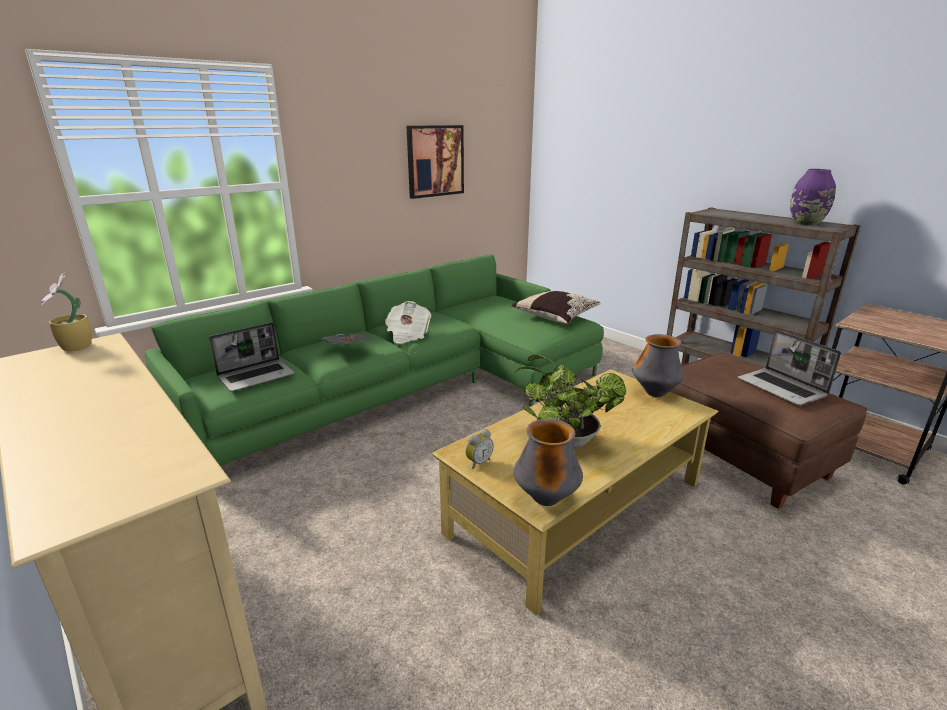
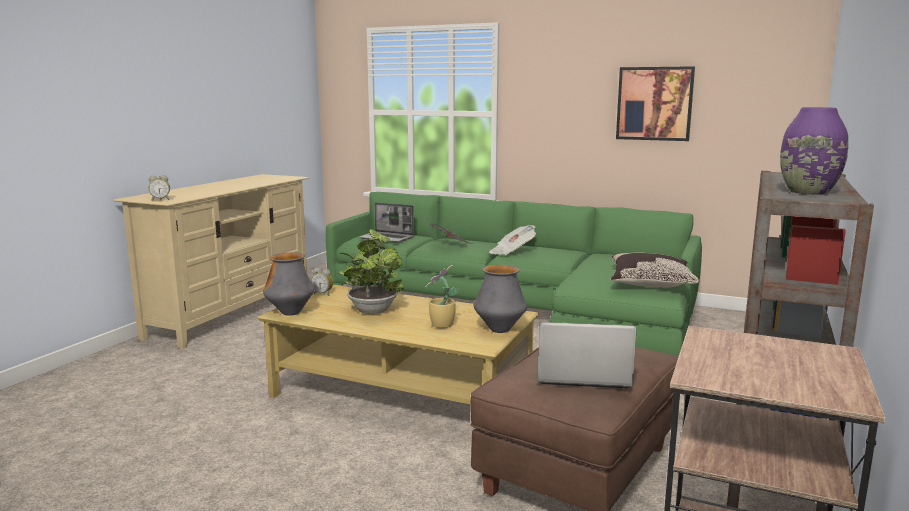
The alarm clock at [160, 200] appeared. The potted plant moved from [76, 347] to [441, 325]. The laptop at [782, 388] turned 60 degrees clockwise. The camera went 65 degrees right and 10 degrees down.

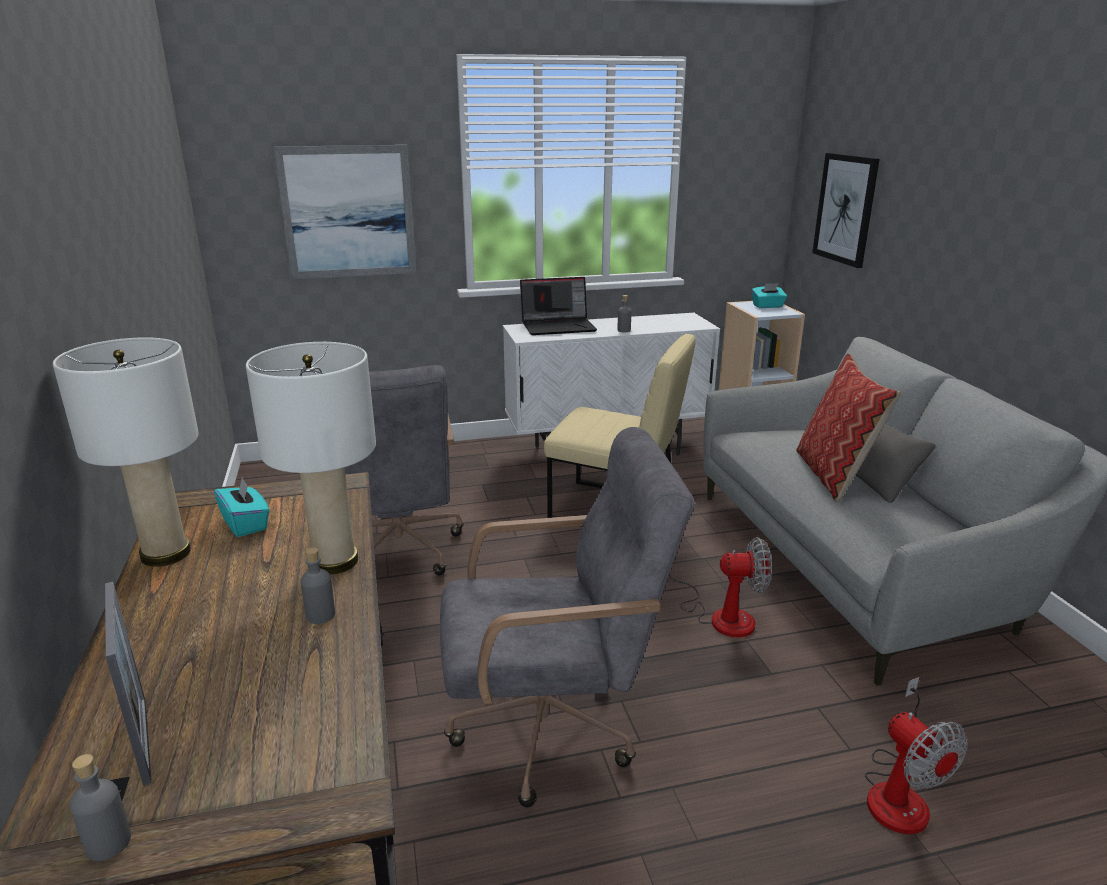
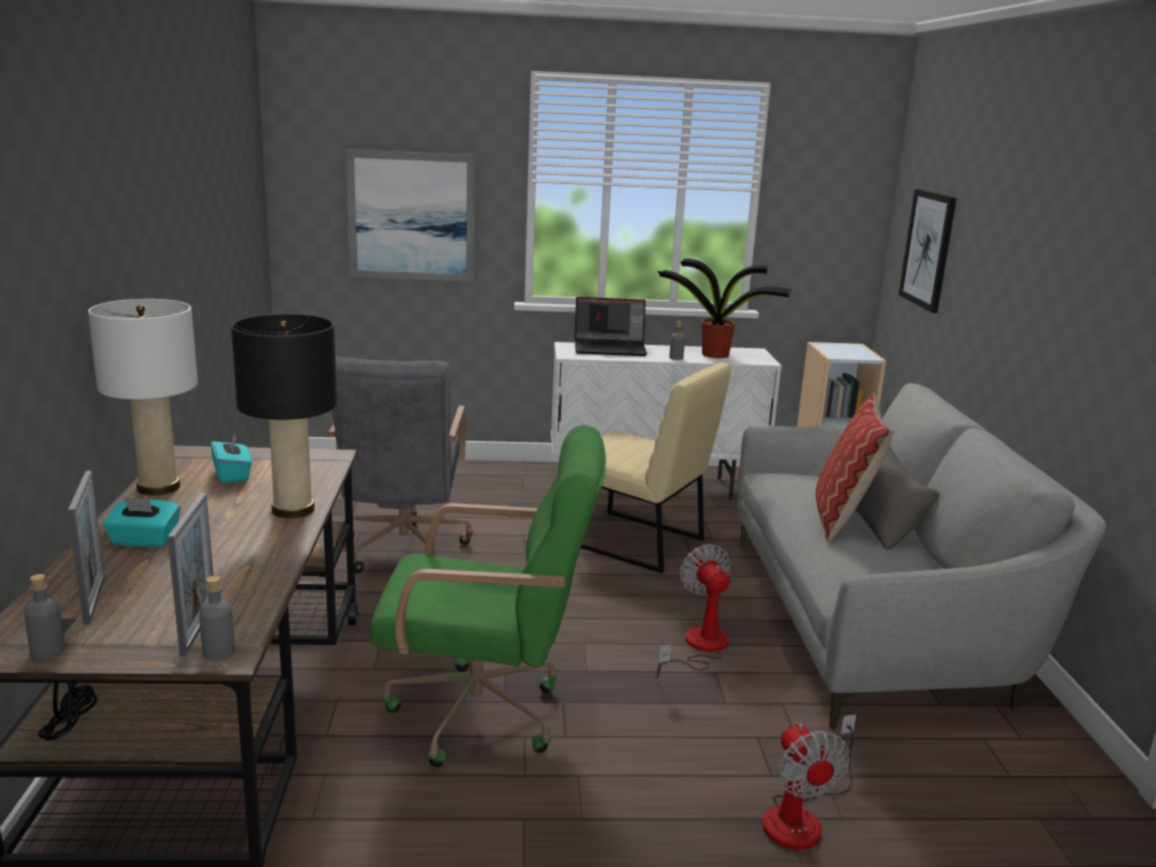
The tissue box (turquoise) moved from [767, 306] to [144, 541]. The picture frame at [198, 628] appeared. The bottle (grey) moved from [320, 615] to [218, 651]. The table lamp (white) at [334, 562] became the table lamp (black) at [293, 510]. The office chair (grey) at [554, 732] became the office chair (green) at [486, 716]. The fan at [720, 615] turned 120 degrees counterclockwise. The potted plant at [717, 355] appeared. The camera went 10 degrees right and 5 degrees down.

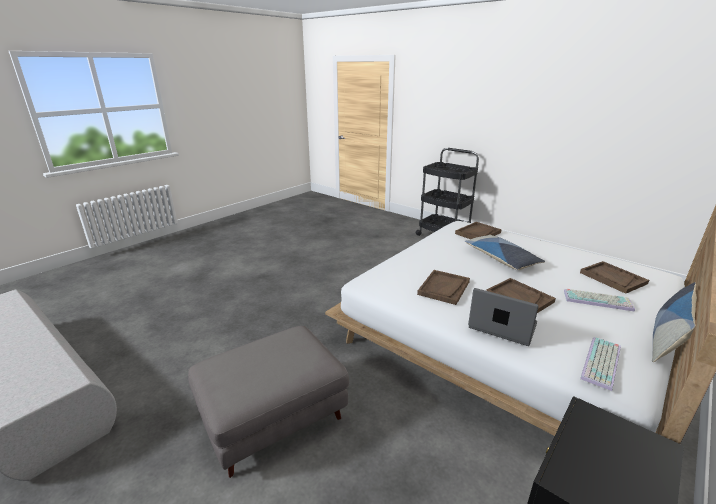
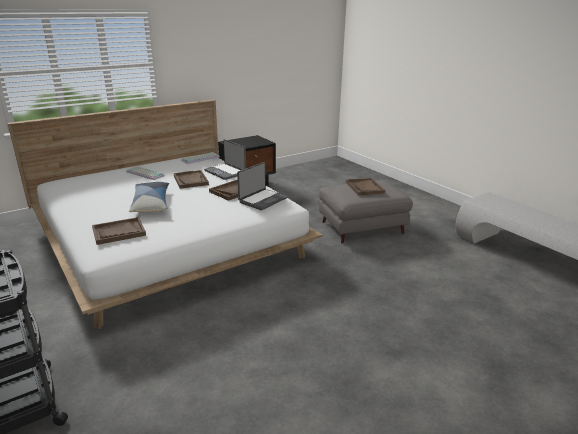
The laptop at [262, 200] appeared. The tray (brown) moved from [612, 278] to [364, 188]. The pillow at [667, 339] disappeared. The camera went 165 degrees left and 0 degrees up.

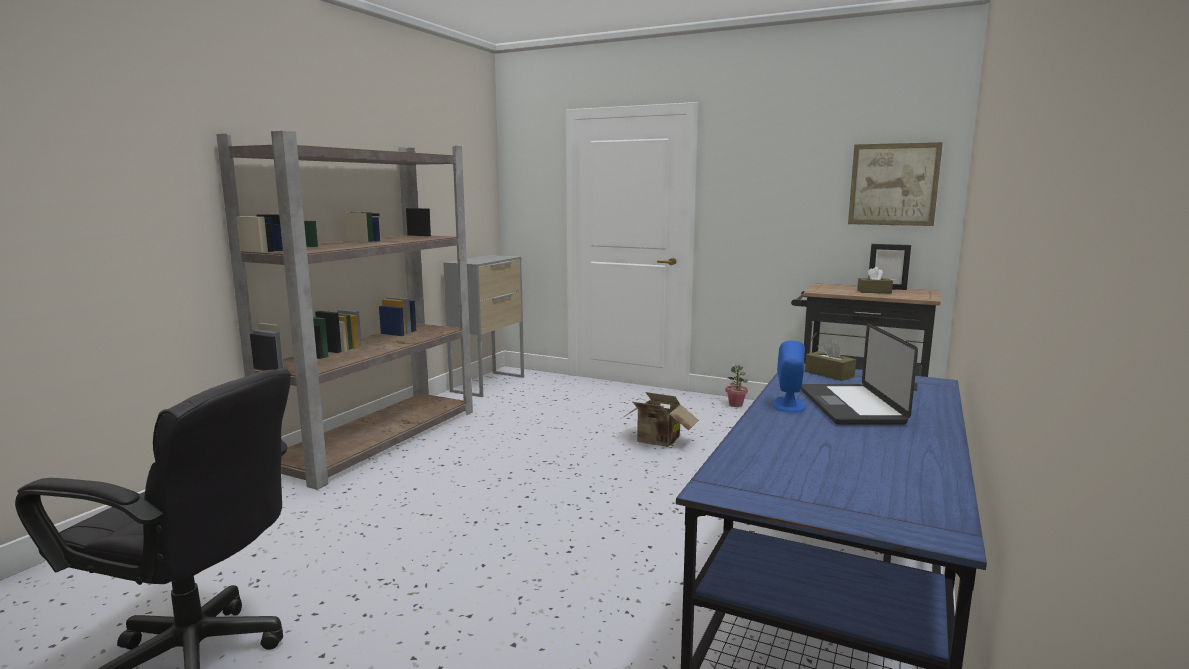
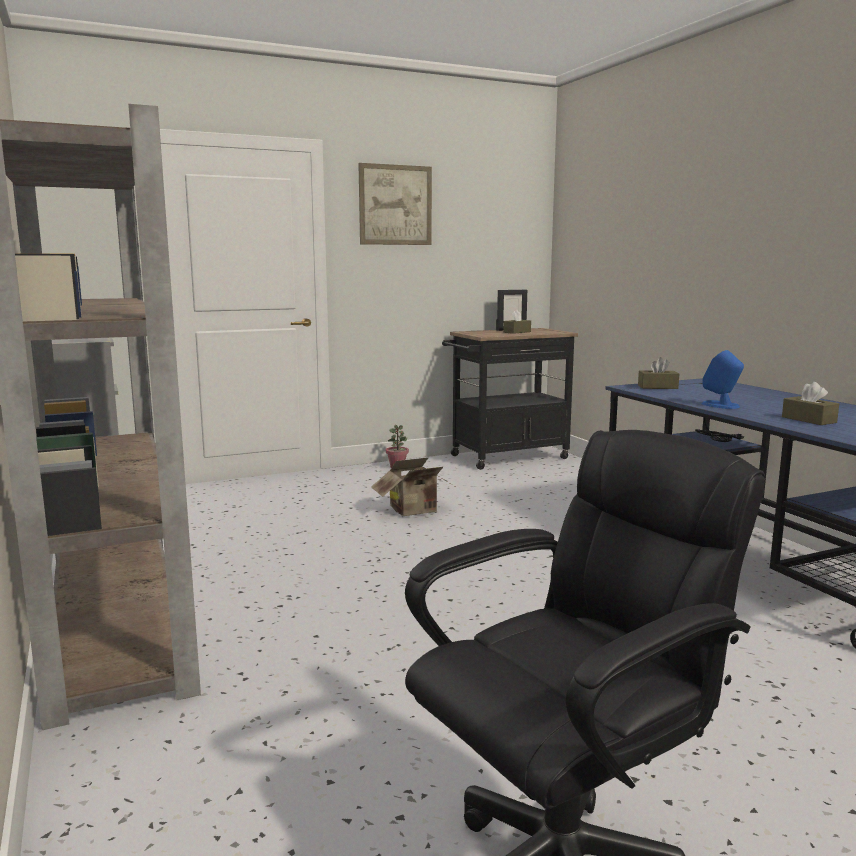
The picture moved from [893, 184] to [395, 205]. The tissue box (brown) at [808, 420] appeared. The laptop at [850, 406] disappeared. The camera went 50 degrees left and 0 degrees up.

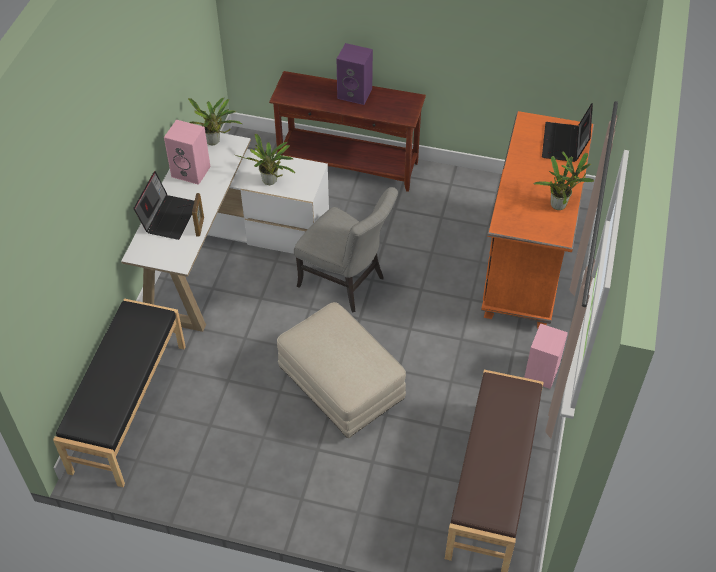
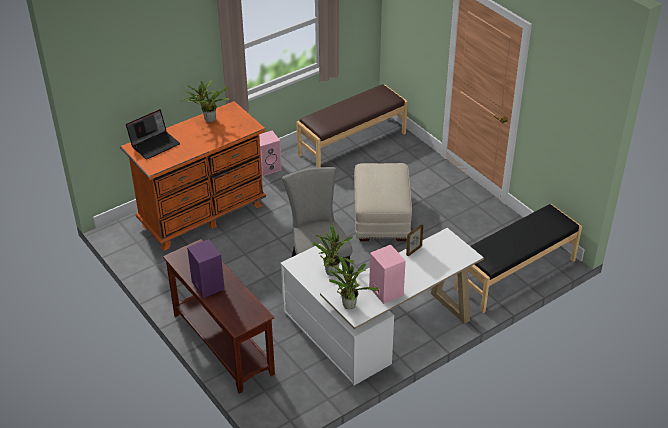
The laptop at [168, 216] disappeared. The camera went 140 degrees left and 10 degrees down.

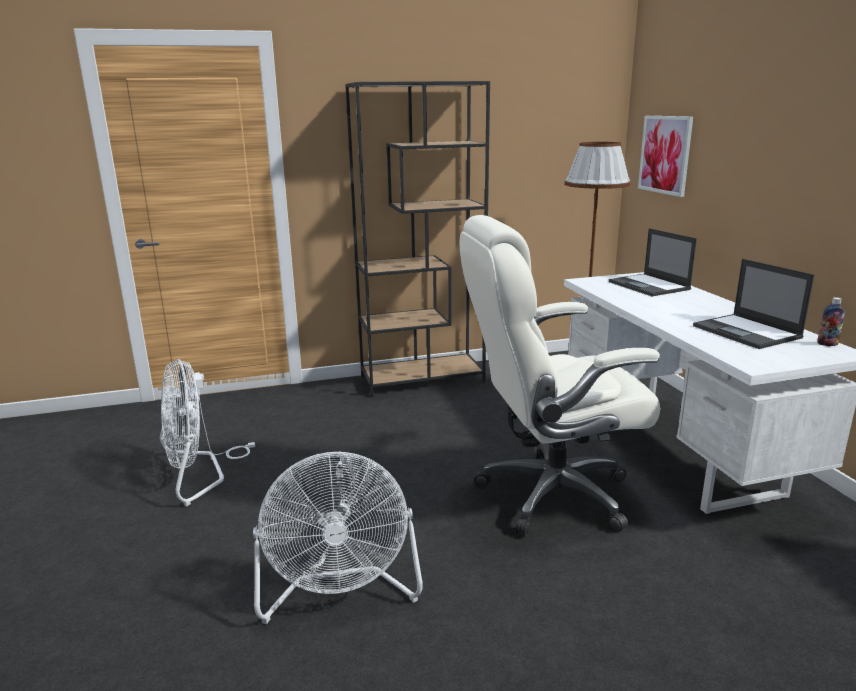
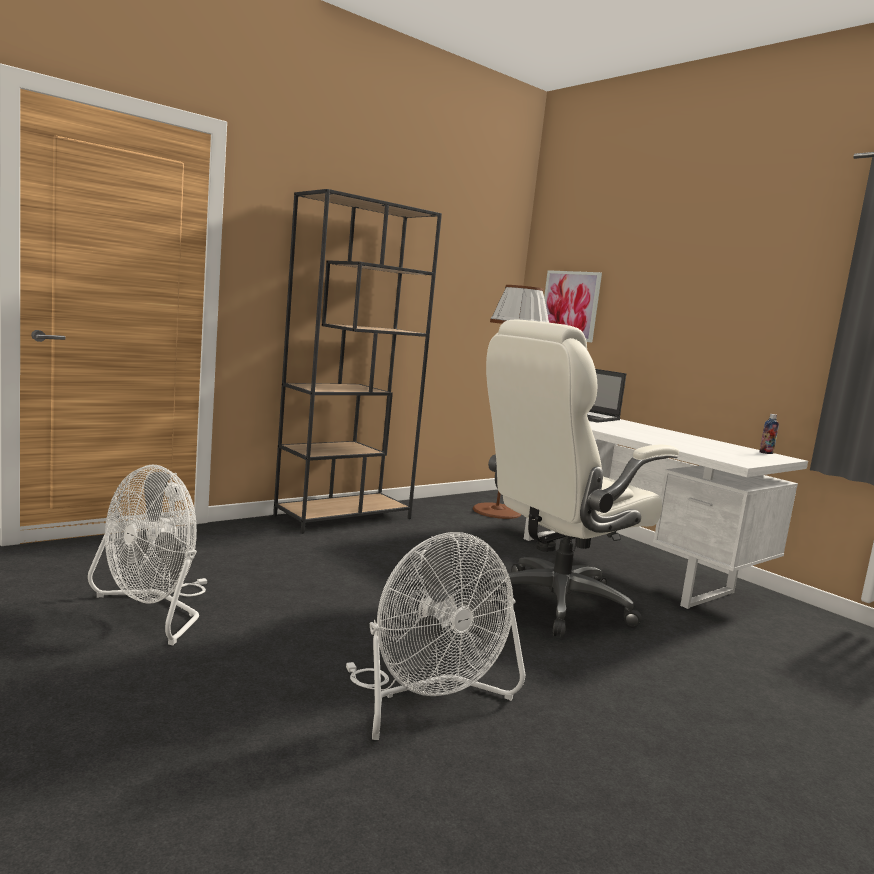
The laptop at [747, 332] disappeared. The camera went 25 degrees left and 10 degrees down.

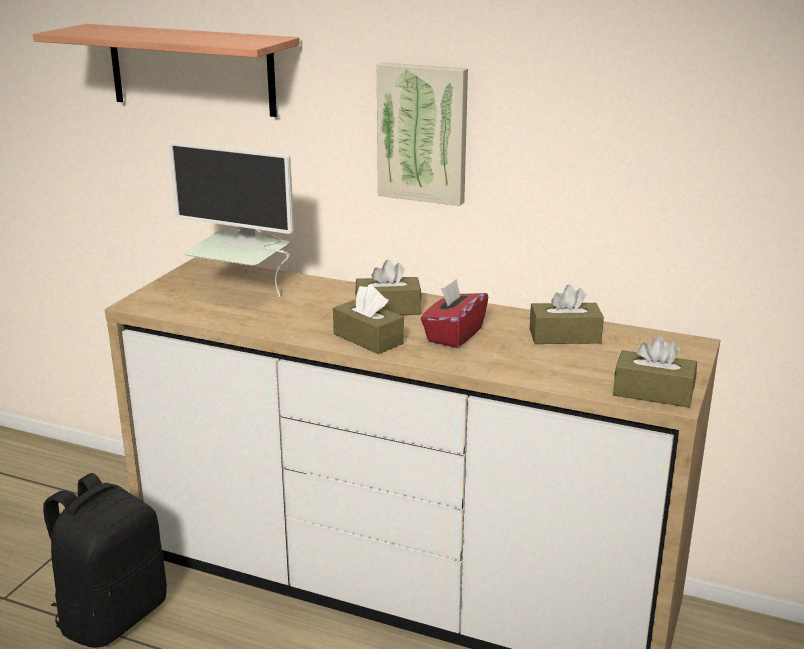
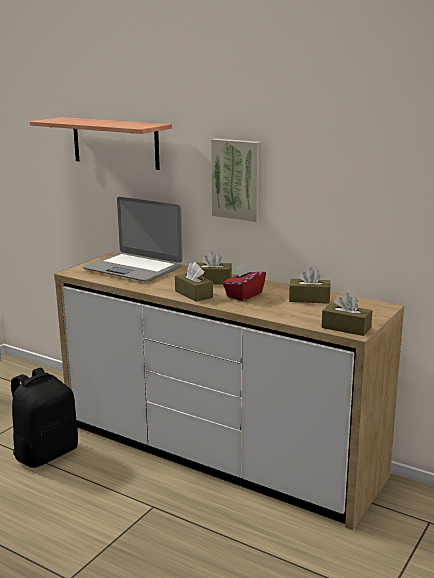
The monitor at [243, 290] was replaced by the laptop at [133, 268]. The camera went 10 degrees right and 5 degrees down.

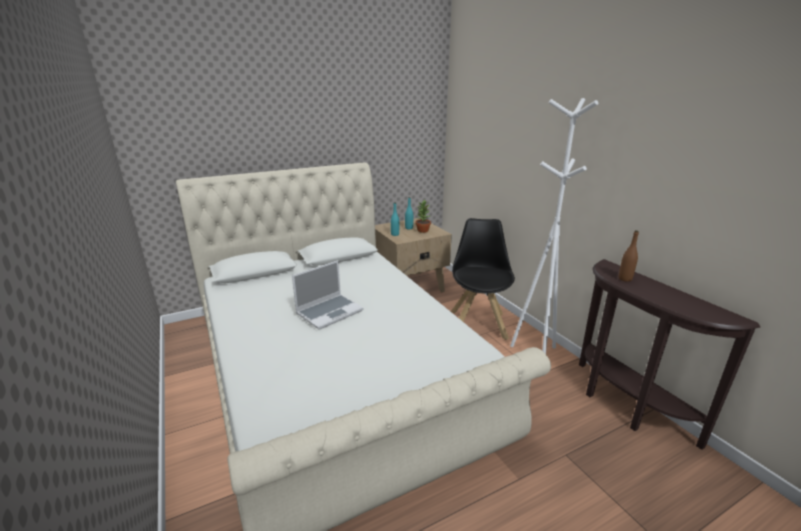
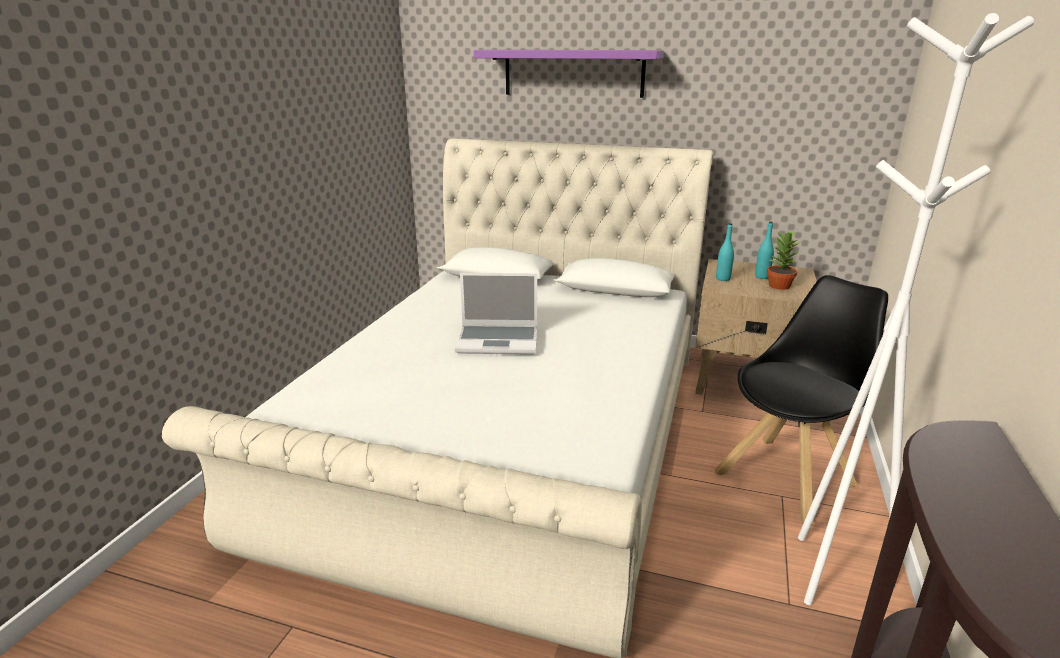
The shelf (purple) at [573, 73] appeared. The bottle (brown) at [625, 279] disappeared. The camera went 45 degrees right and 0 degrees up.

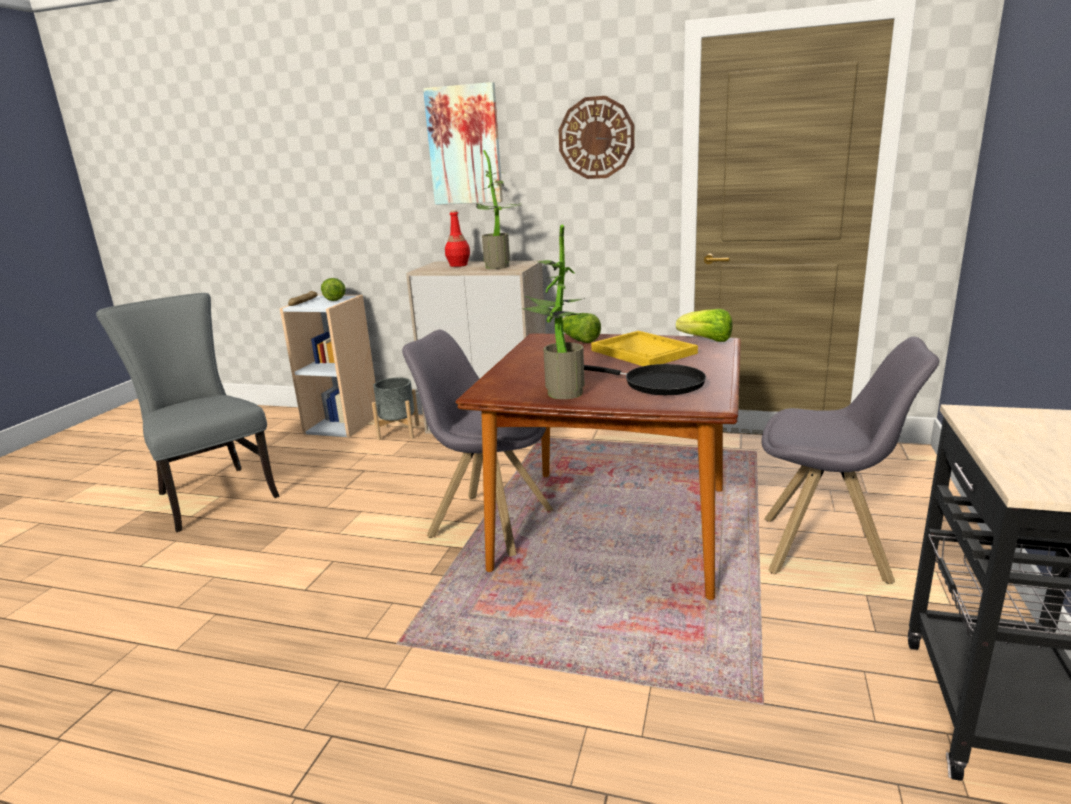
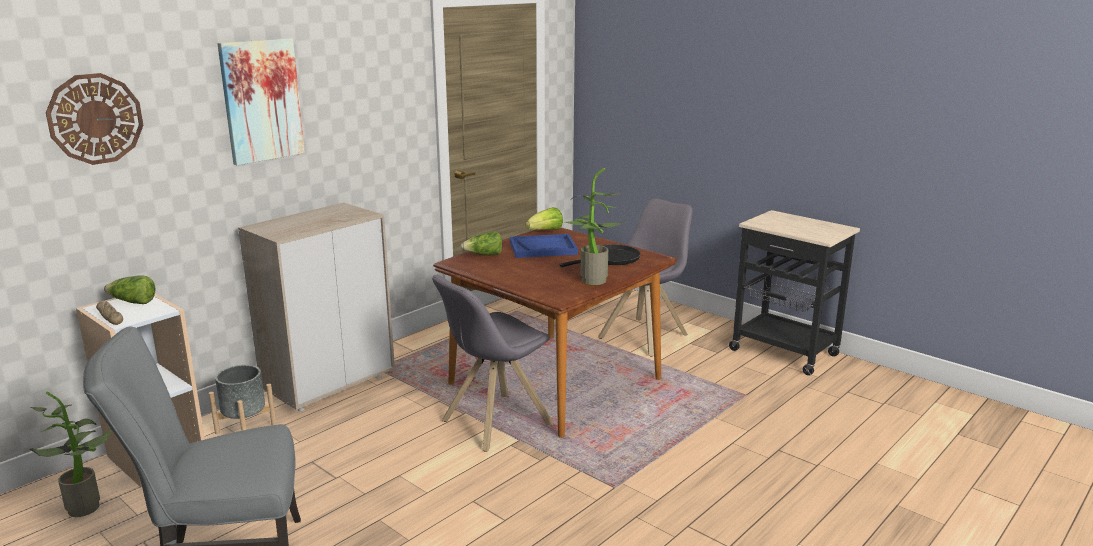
The potted plant moved from [501, 266] to [87, 505]. The wall clock moved from [596, 138] to [95, 119]. The tray (yellow) at [643, 352] became the tray (blue) at [543, 248]. The bottle (red) at [458, 265] disappeared. The camera went 65 degrees left and 0 degrees up.

